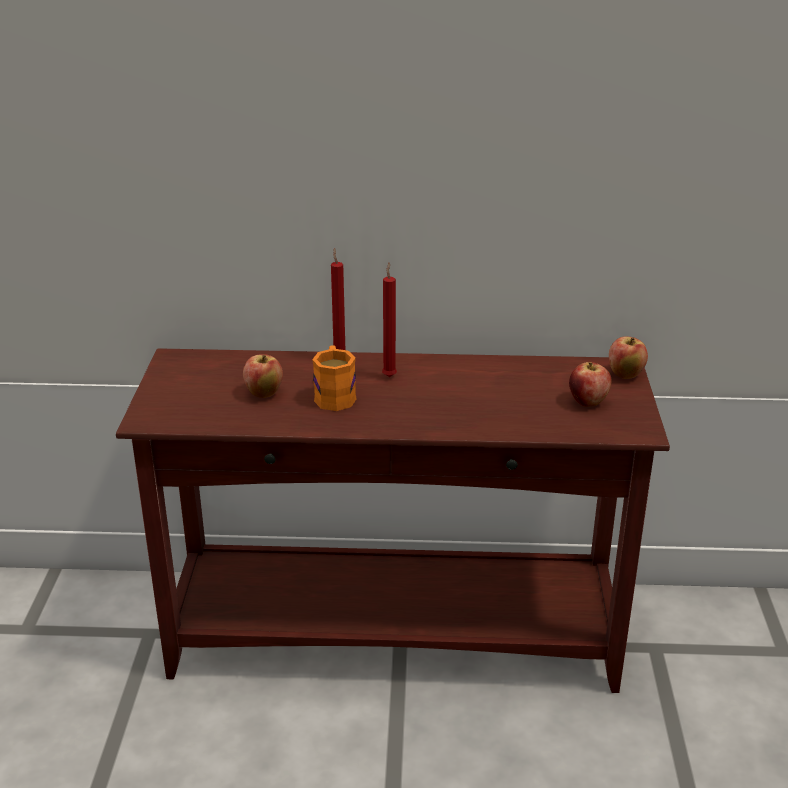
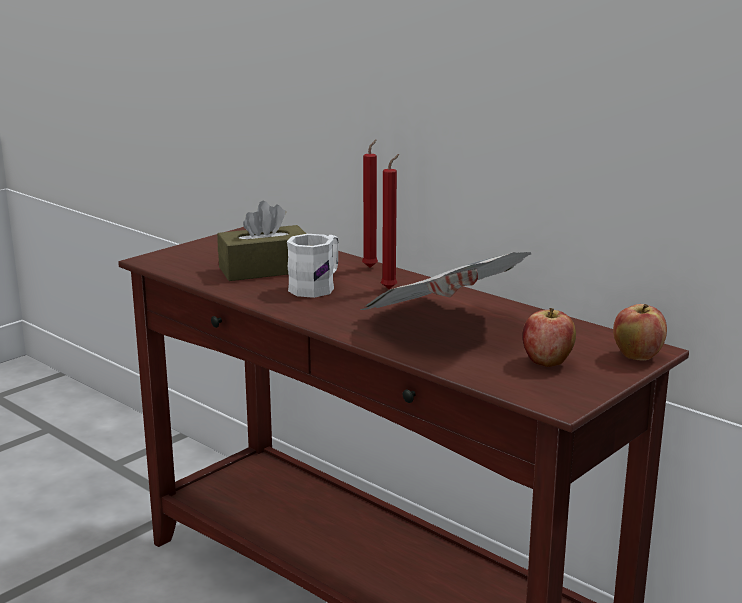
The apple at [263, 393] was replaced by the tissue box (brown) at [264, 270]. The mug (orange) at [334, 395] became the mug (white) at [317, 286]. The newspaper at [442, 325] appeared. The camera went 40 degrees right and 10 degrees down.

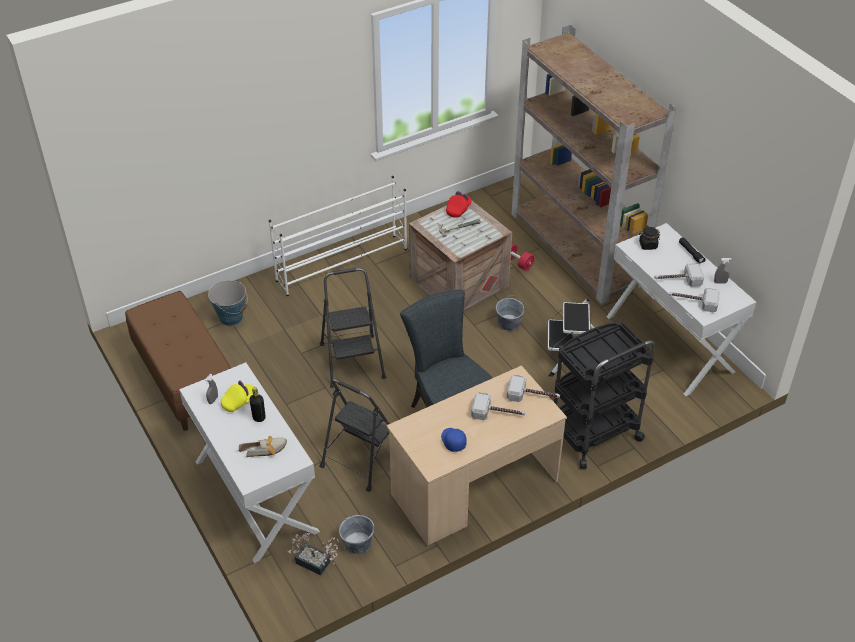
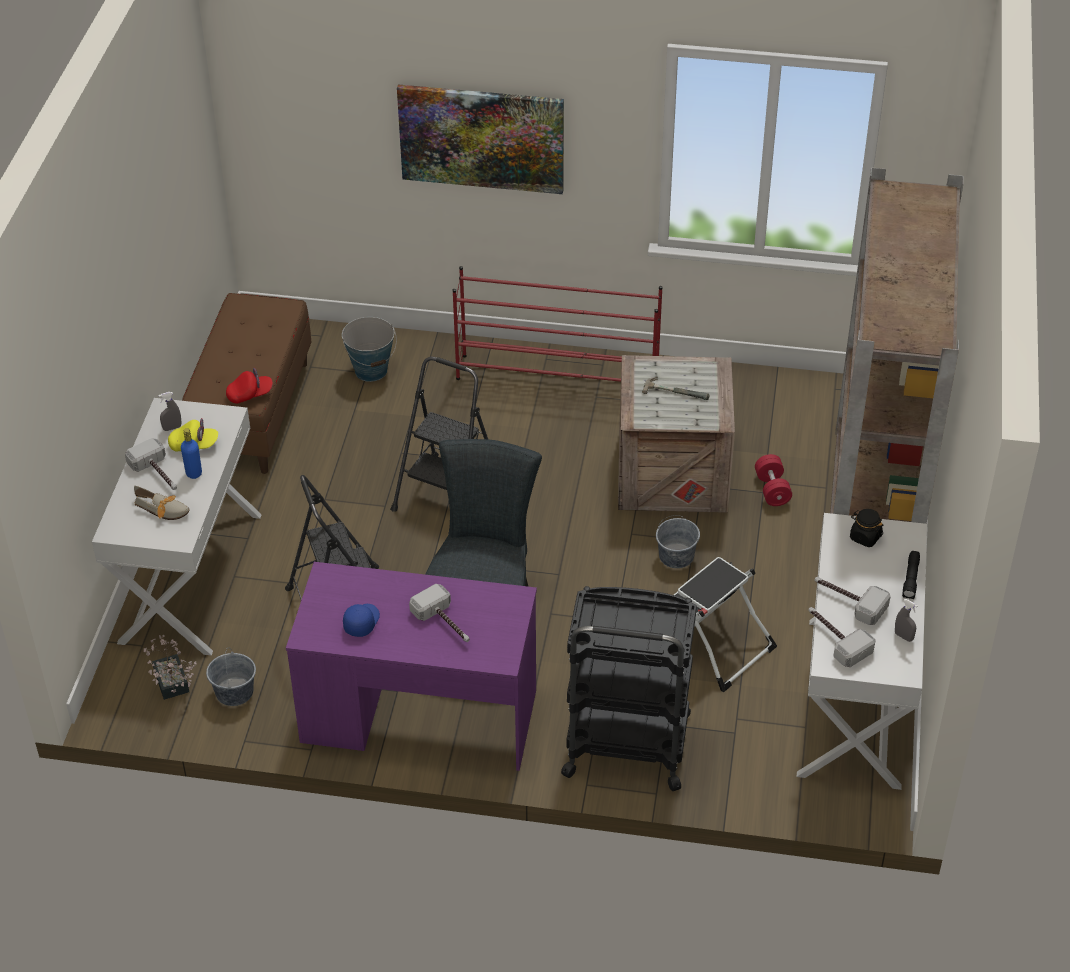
The hammer moved from [533, 396] to [158, 474]. The bottle (black) at [259, 418] became the bottle (blue) at [194, 473]. The cap (red) moved from [458, 210] to [250, 394]. The desk (beige) at [474, 488] became the desk (purple) at [419, 716]. The picture at [481, 138] appeared. The shoe rack (white) at [343, 265] became the shoe rack (red) at [558, 377]. The camera went 40 degrees right and 0 degrees up.

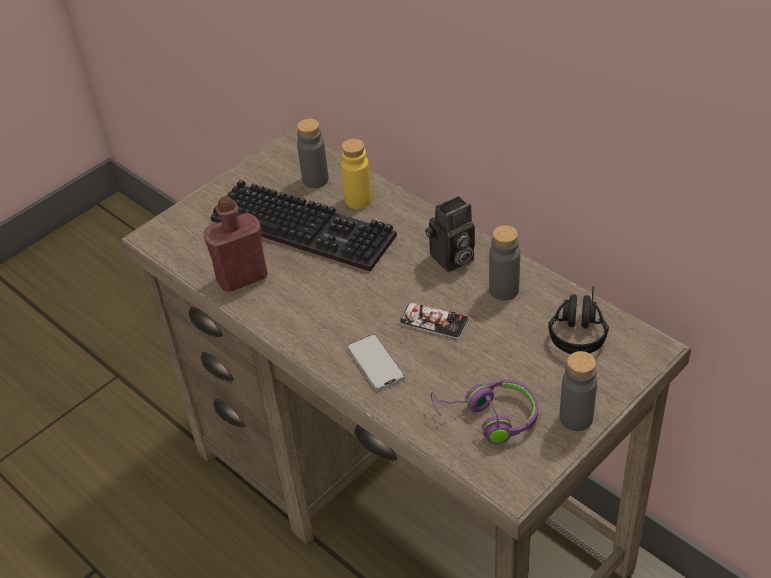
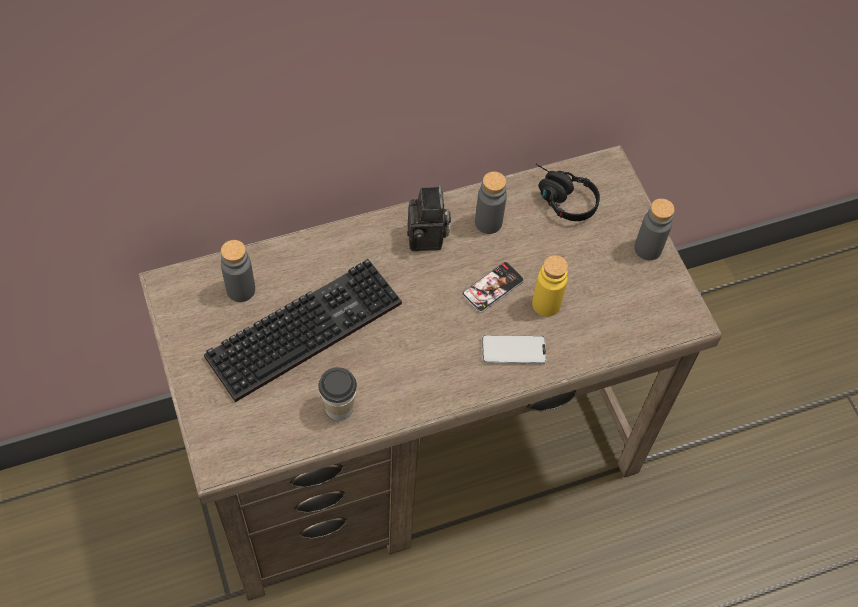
The bottle (red) at [242, 278] was replaced by the cup at [339, 408]. The bottle (yellow) moved from [358, 200] to [546, 304]. The headphones (purple) at [488, 418] disappeared. The camera went 70 degrees left and 15 degrees up.

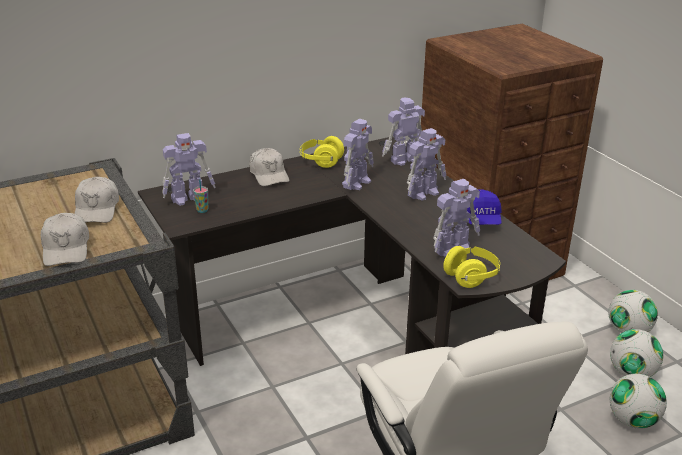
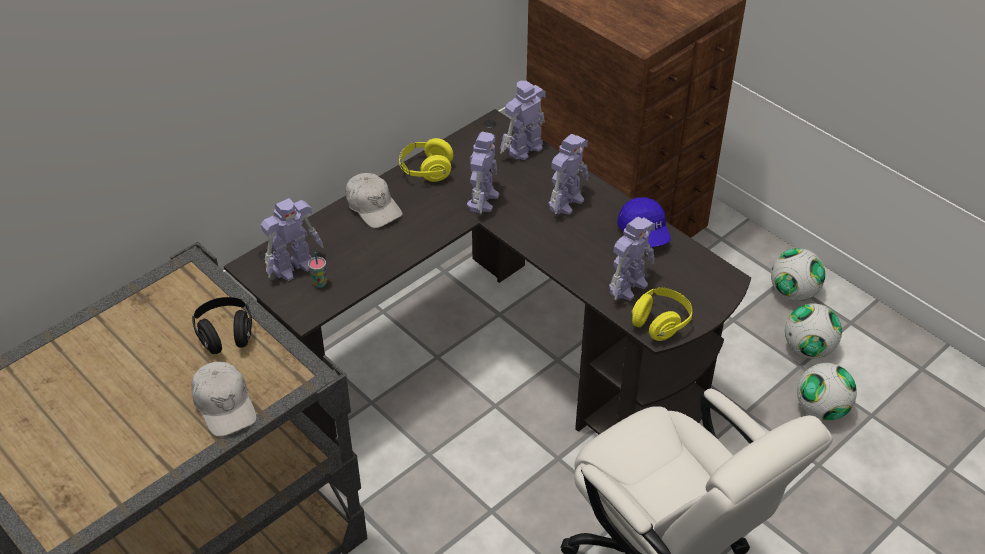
The cap (white) at [97, 209] was replaced by the headphones (black) at [225, 335]. The camera went 15 degrees left and 15 degrees up.

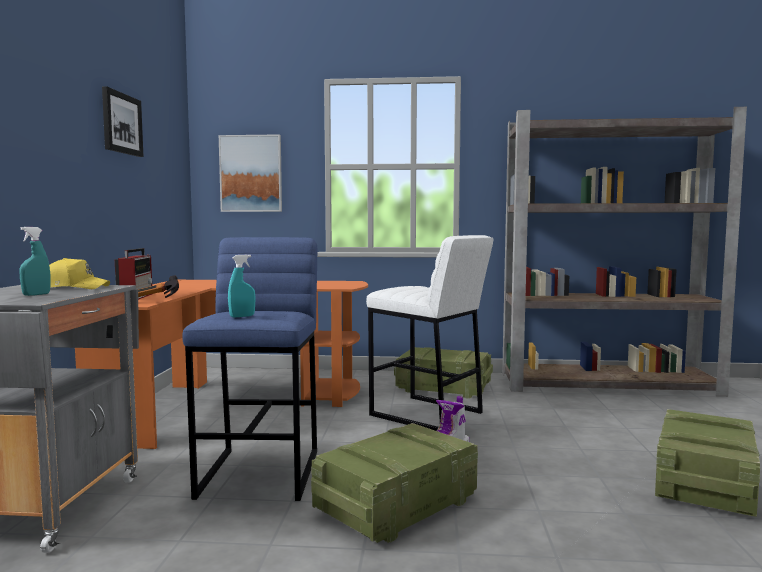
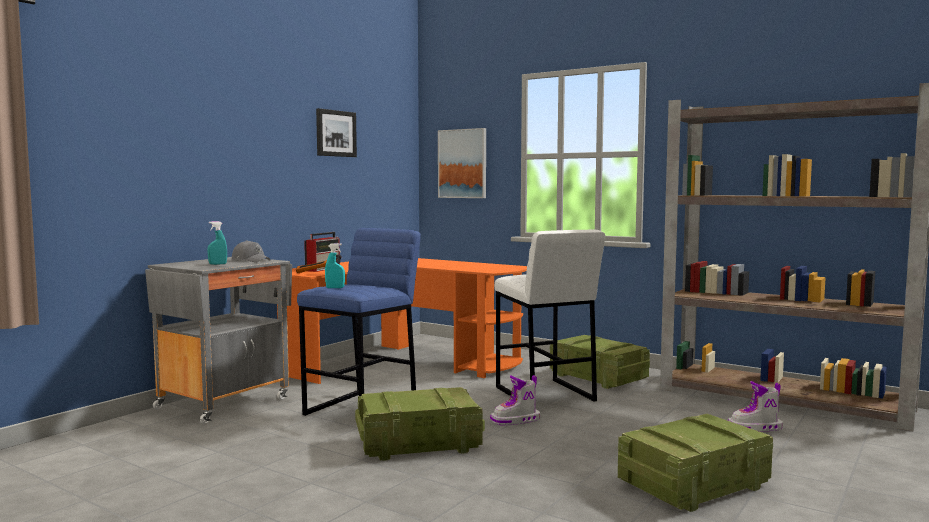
The cap (yellow) at [74, 287] became the cap (grey) at [251, 260]. The boot at [755, 427] appeared. The camera went 30 degrees right and 0 degrees up.

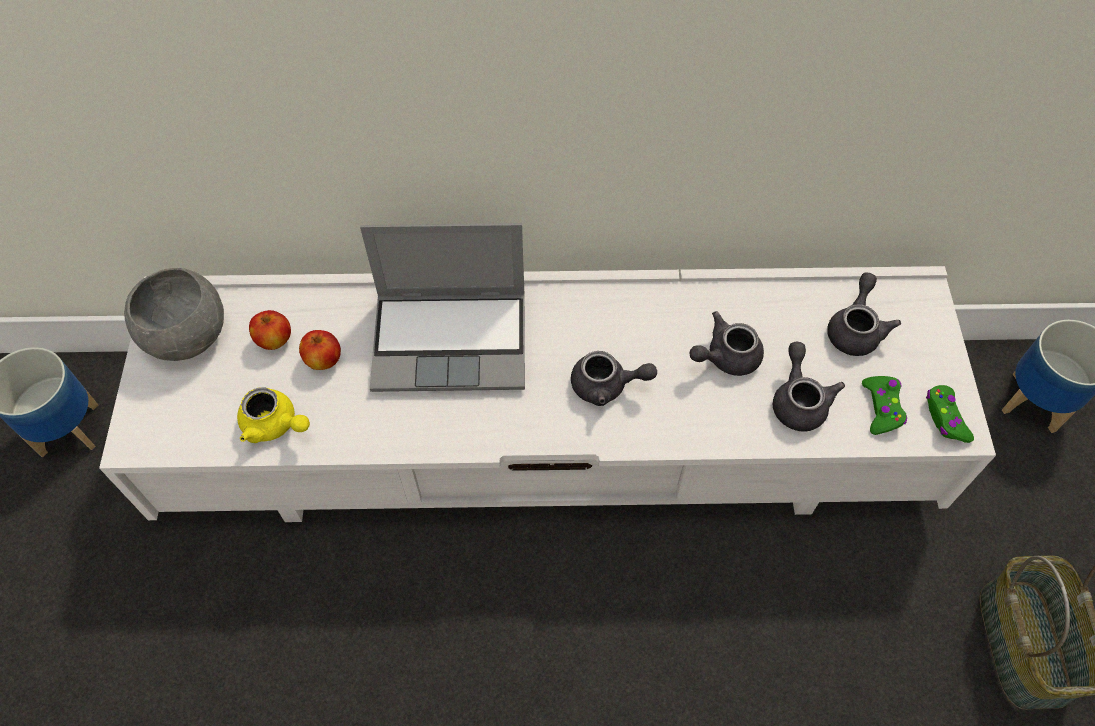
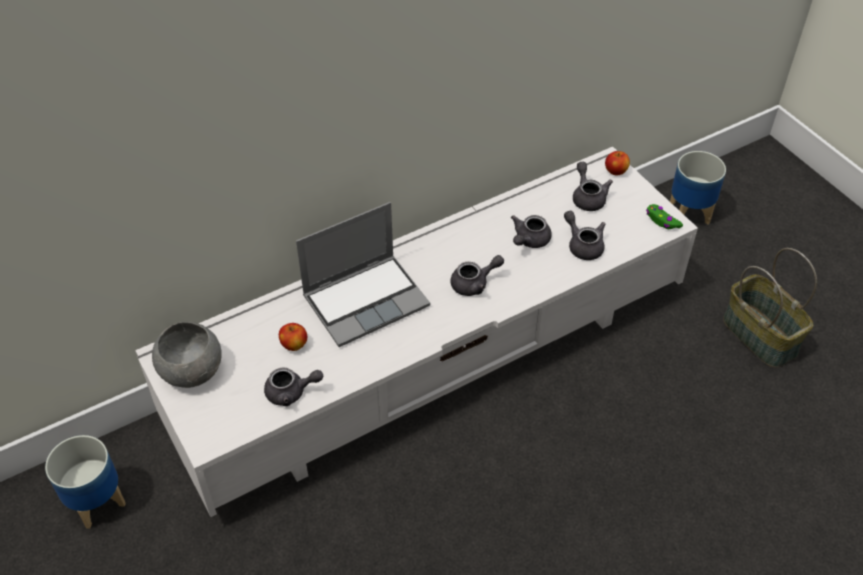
The teapot (yellow) at [275, 425] became the teapot (grey) at [291, 392]. The apple moved from [275, 340] to [615, 171]. The game controller (green) at [882, 408] disappeared. The camera went 30 degrees left and 10 degrees down.

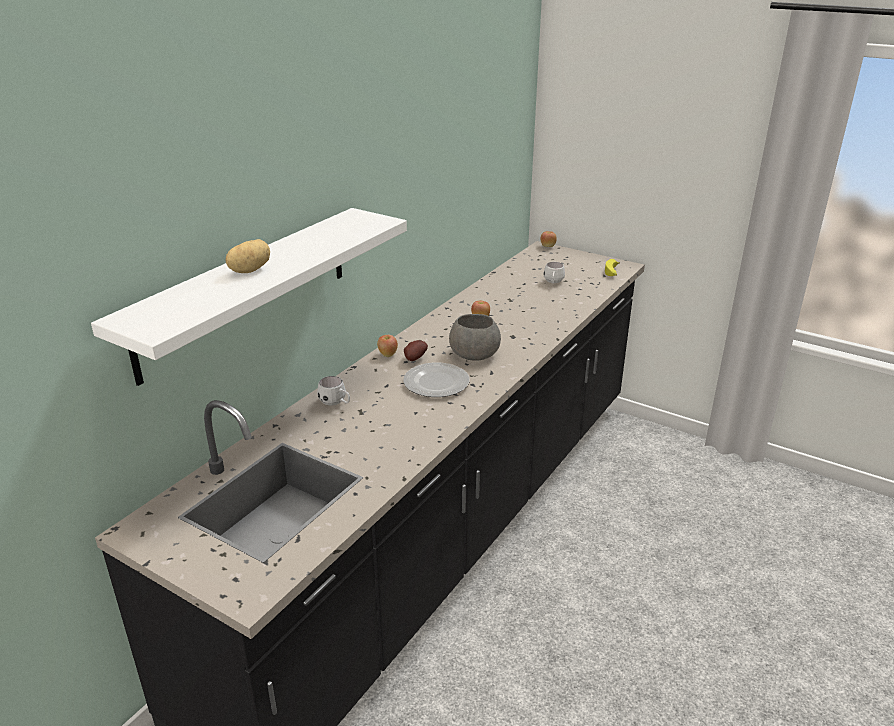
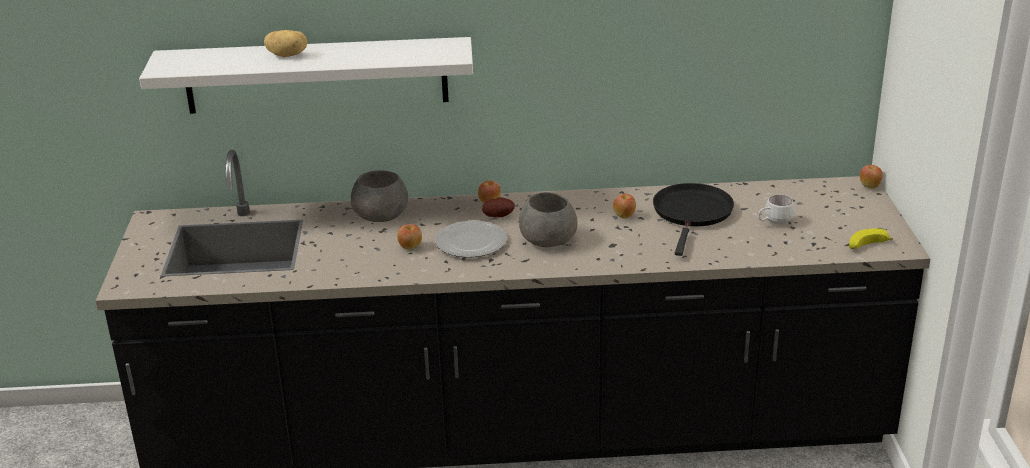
The mug (white) at [336, 403] was replaced by the bowl (grey) at [382, 215]. The apple at [410, 247] appeared. The frying pan (black) at [692, 213] appeared. The camera went 55 degrees right and 0 degrees up.

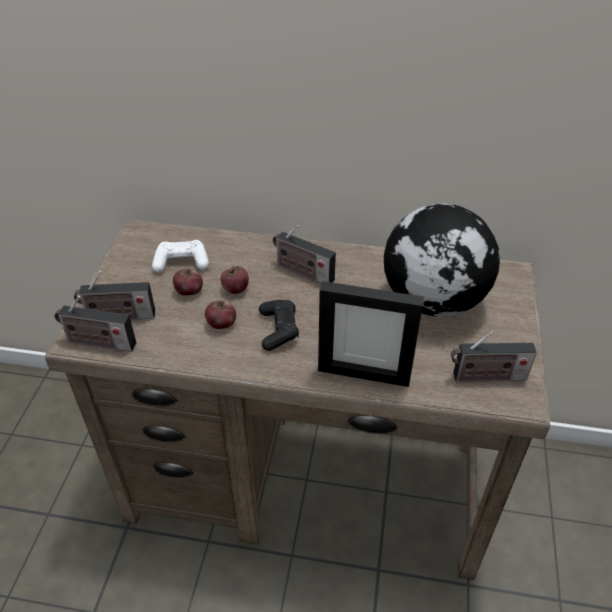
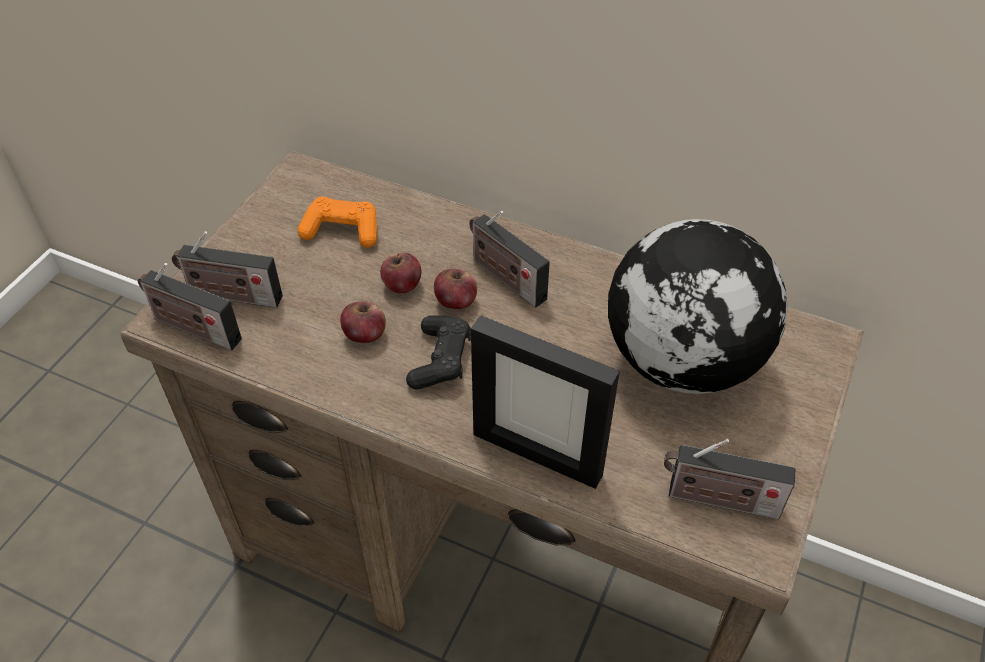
The game controller (white) at [181, 262] became the game controller (orange) at [342, 231]. The apple moved from [189, 291] to [456, 301]. The camera went 15 degrees right and 5 degrees up.

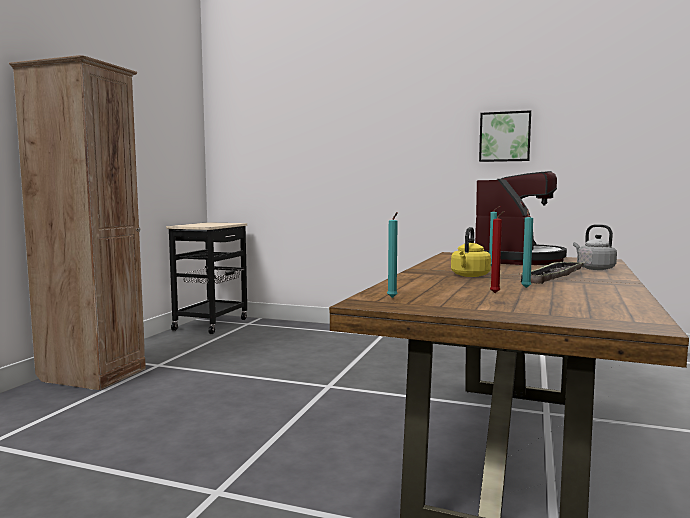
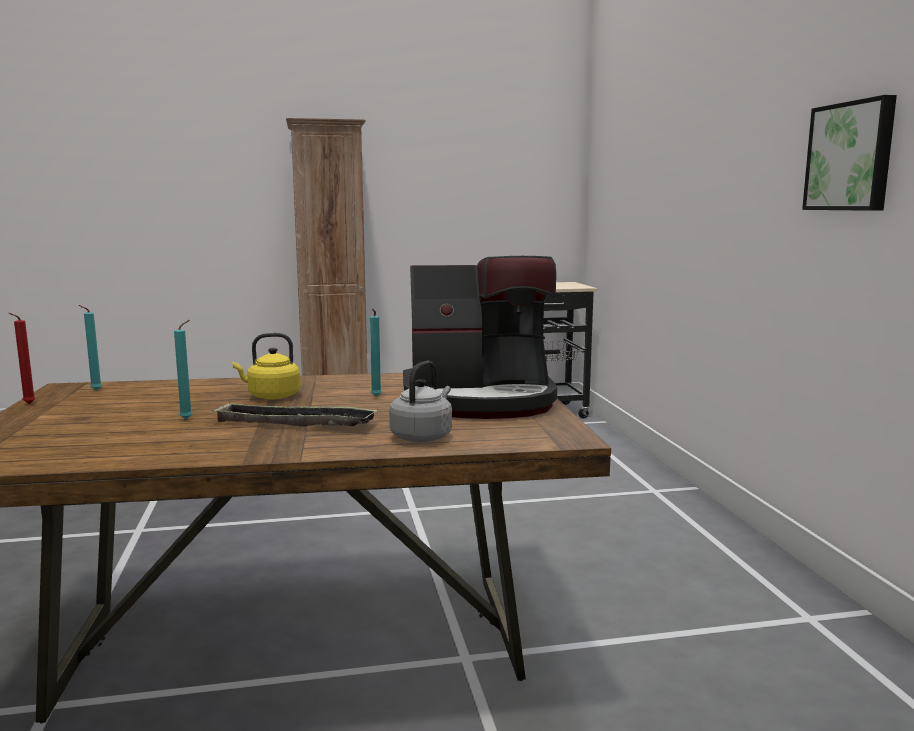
The candle (red) moved from [496, 293] to [27, 404]. The camera went 60 degrees right and 5 degrees up.

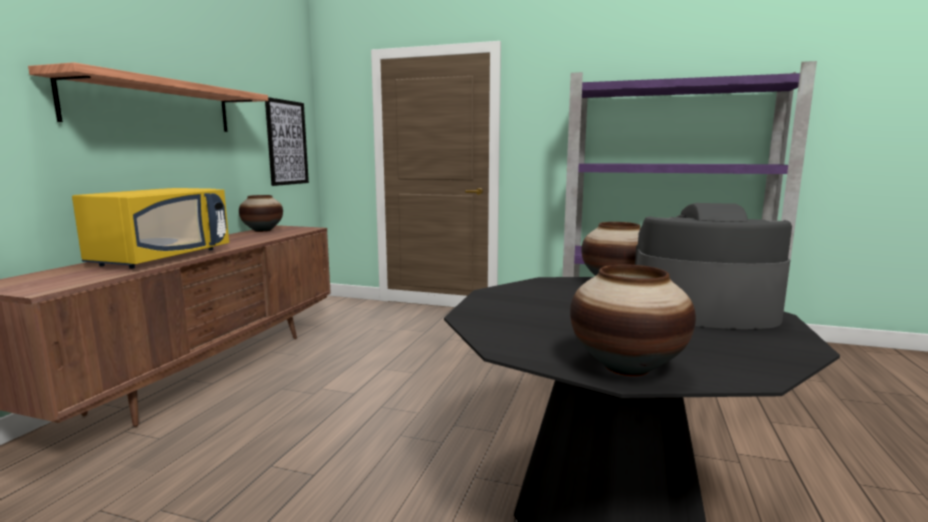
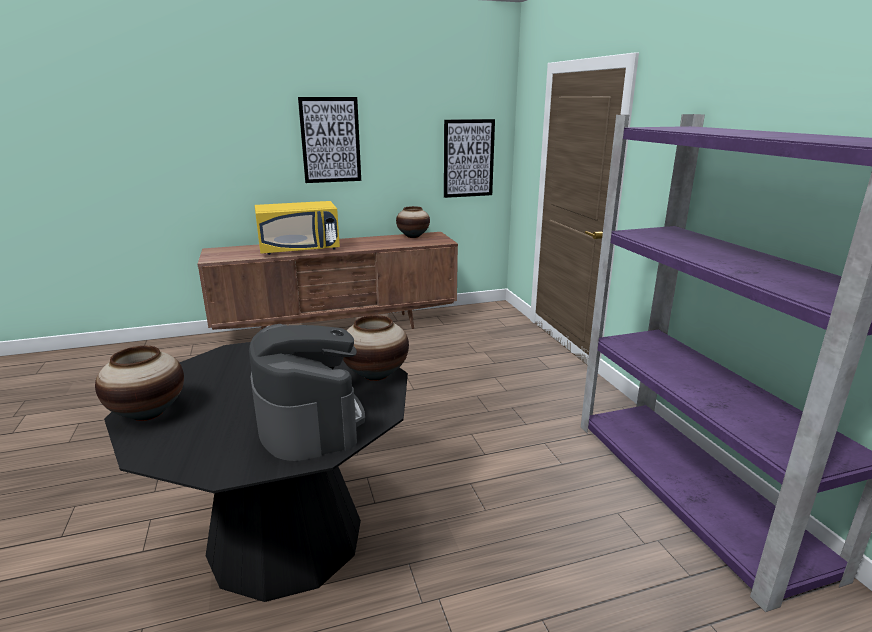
The shelf at [153, 106] was replaced by the picture at [330, 140]. The camera went 55 degrees right and 10 degrees up.

